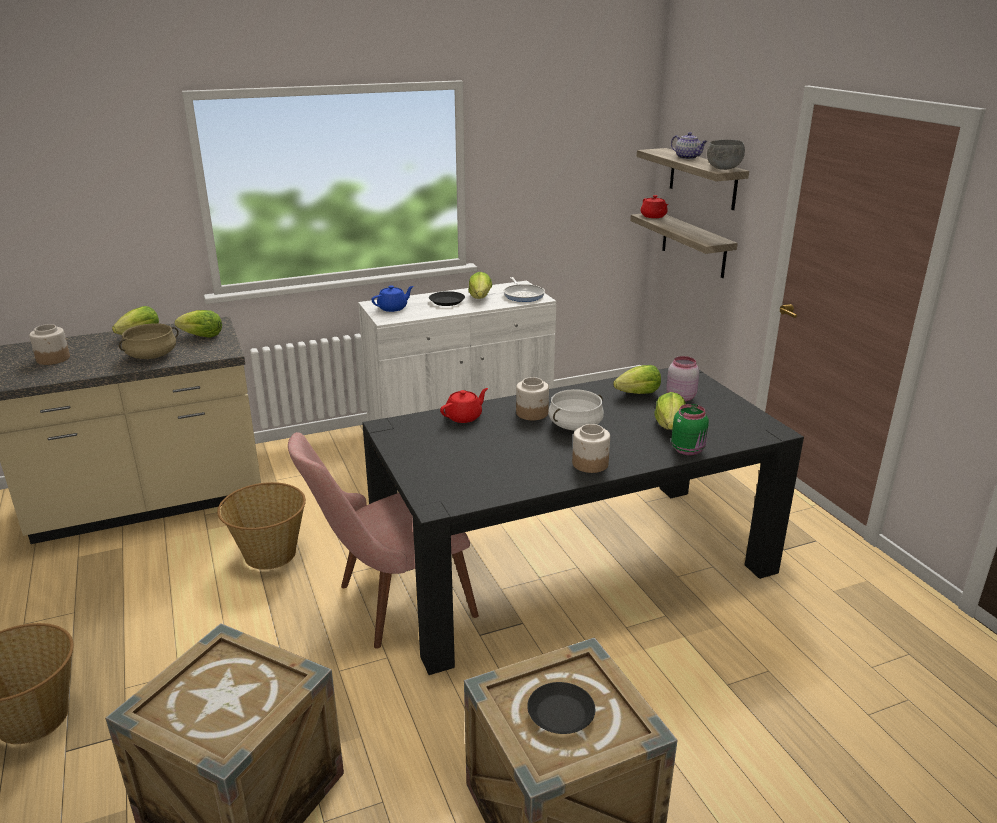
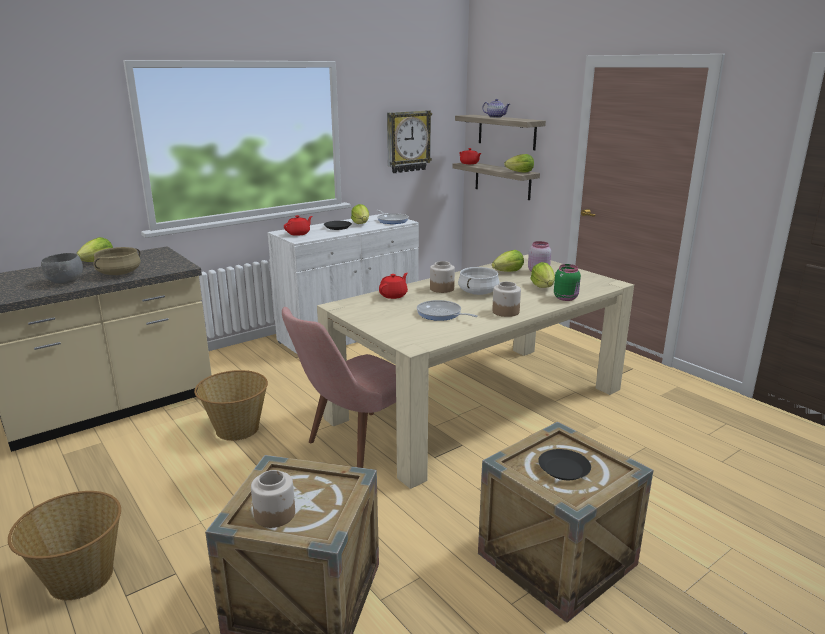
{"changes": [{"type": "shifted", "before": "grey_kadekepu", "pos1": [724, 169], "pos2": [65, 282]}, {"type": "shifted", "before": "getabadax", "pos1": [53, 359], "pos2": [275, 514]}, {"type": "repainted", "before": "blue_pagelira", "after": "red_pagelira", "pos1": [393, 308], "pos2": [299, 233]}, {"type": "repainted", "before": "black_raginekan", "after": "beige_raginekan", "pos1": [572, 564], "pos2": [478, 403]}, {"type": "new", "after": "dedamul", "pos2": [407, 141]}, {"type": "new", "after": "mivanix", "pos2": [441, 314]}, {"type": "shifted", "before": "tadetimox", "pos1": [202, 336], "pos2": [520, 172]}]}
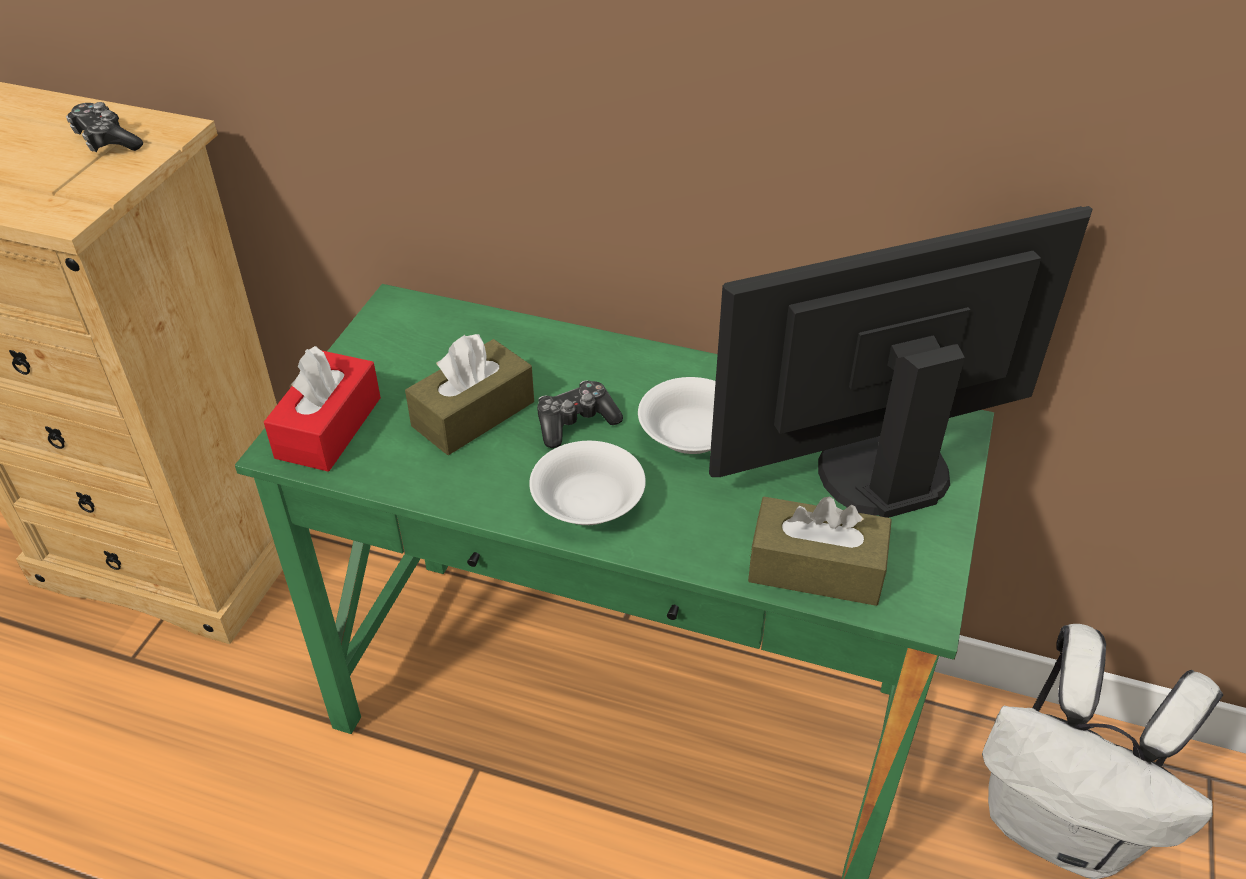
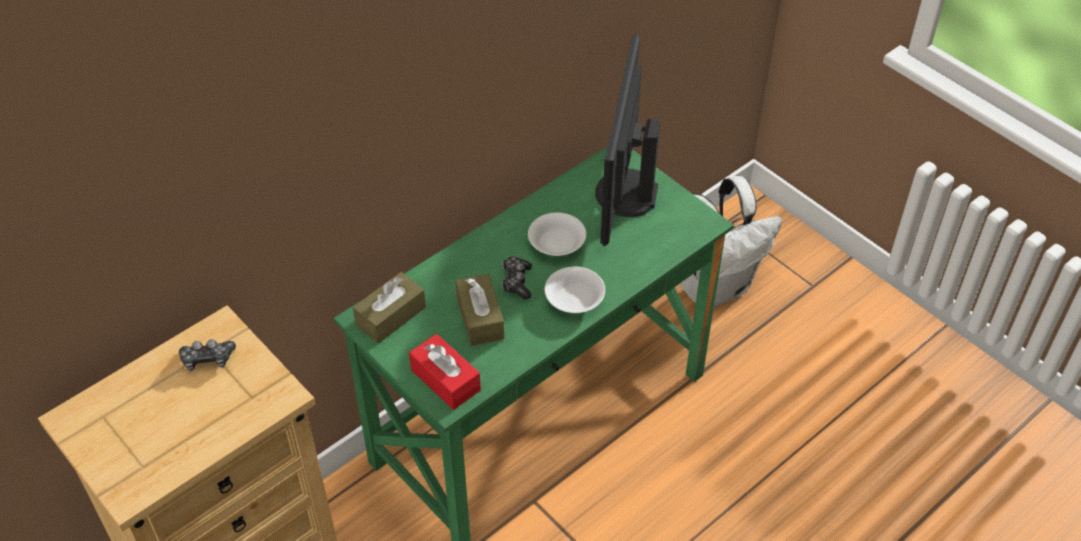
{"changes": [{"type": "shifted", "before": "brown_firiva", "pos1": [816, 568], "pos2": [391, 316]}]}
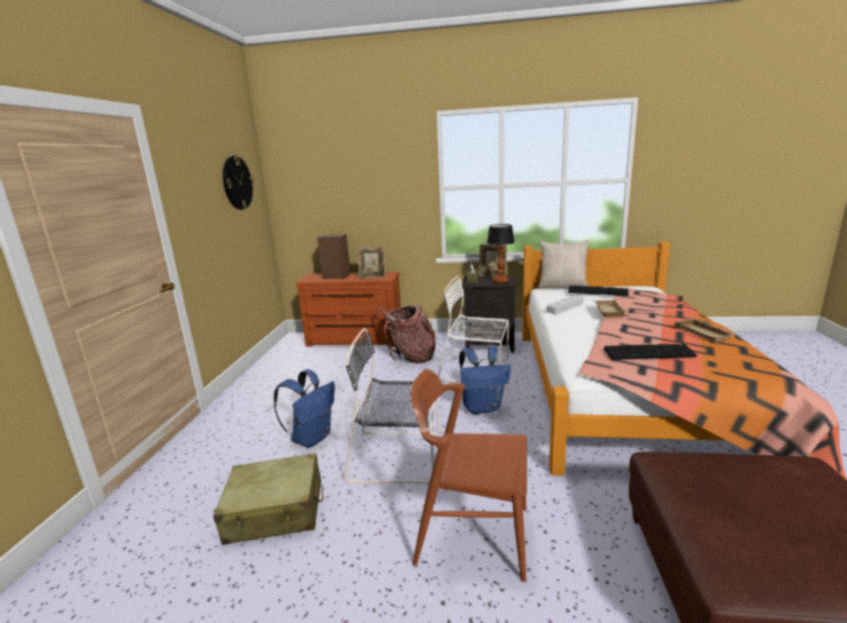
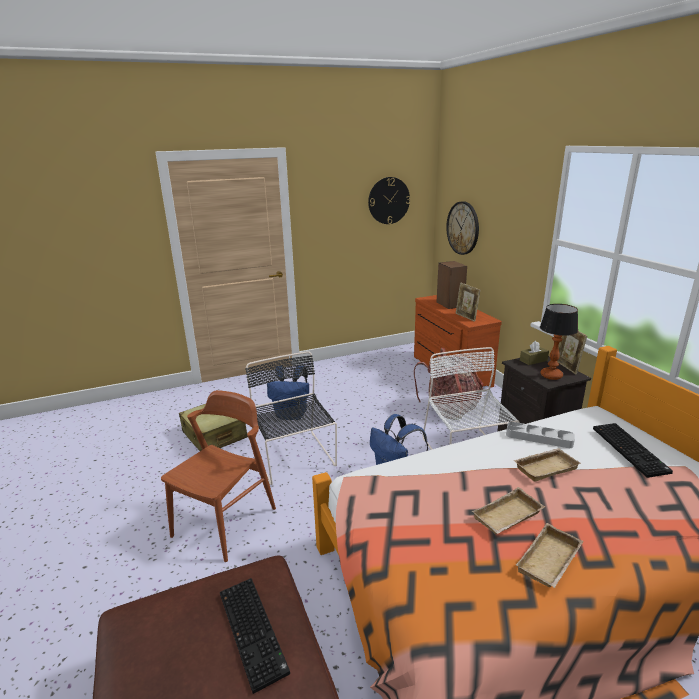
{"changes": [{"type": "rotated", "before": "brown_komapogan", "pos1": [472, 534], "pos2": [225, 522], "turn": 45}, {"type": "shifted", "before": "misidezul", "pos1": [648, 352], "pos2": [254, 631]}, {"type": "new", "after": "dedamul", "pos2": [463, 228]}, {"type": "new", "after": "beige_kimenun", "pos2": [508, 517]}, {"type": "gone", "before": "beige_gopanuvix", "pos1": [562, 286]}]}
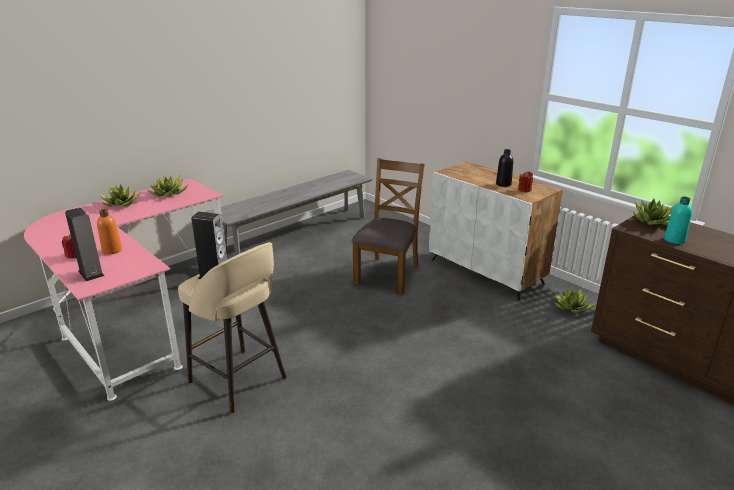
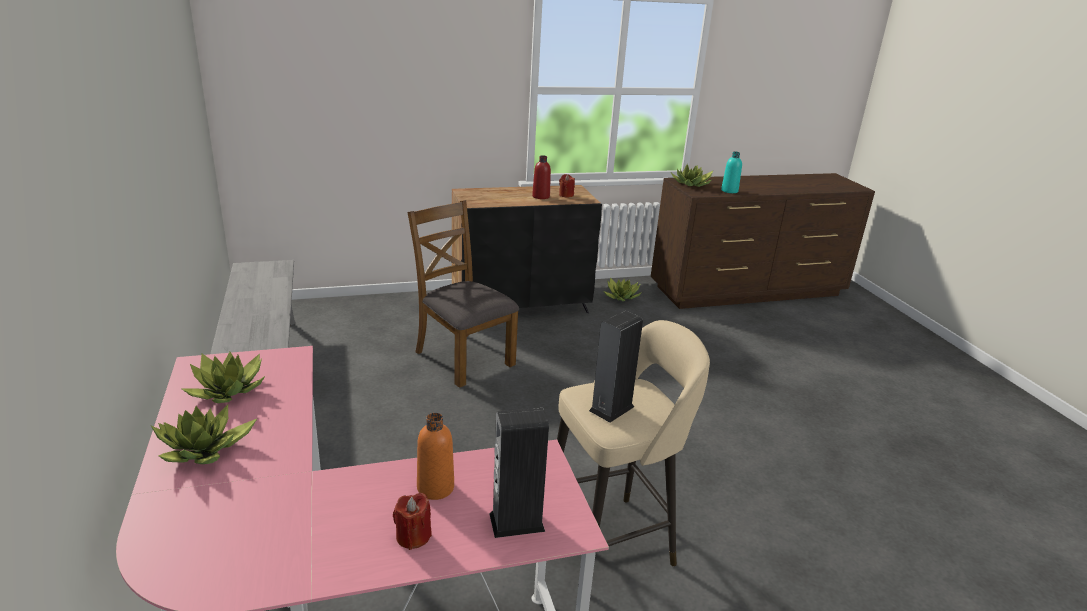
{"changes": [{"type": "repainted", "before": "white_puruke", "after": "black_puruke", "pos1": [486, 272], "pos2": [521, 306]}, {"type": "repainted", "before": "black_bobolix", "after": "red_bobolix", "pos1": [503, 184], "pos2": [541, 196]}]}
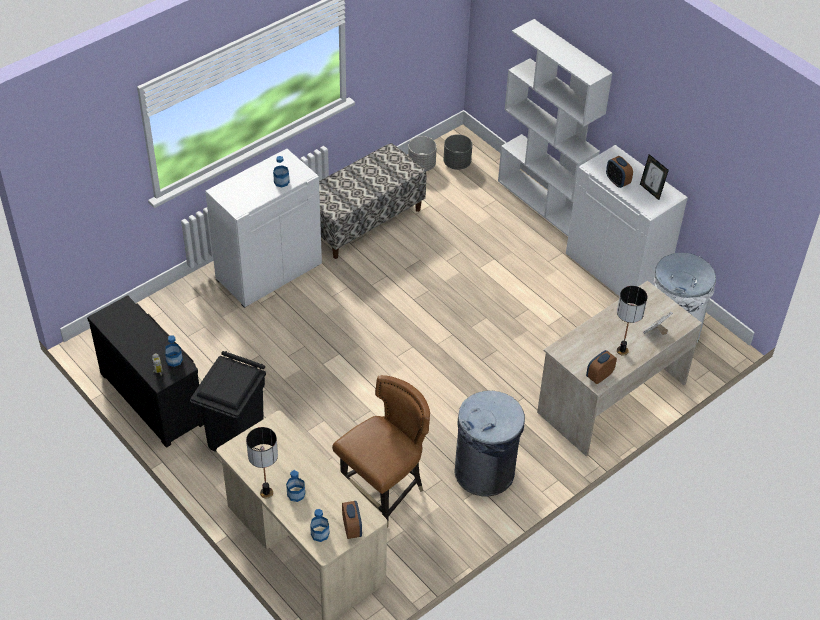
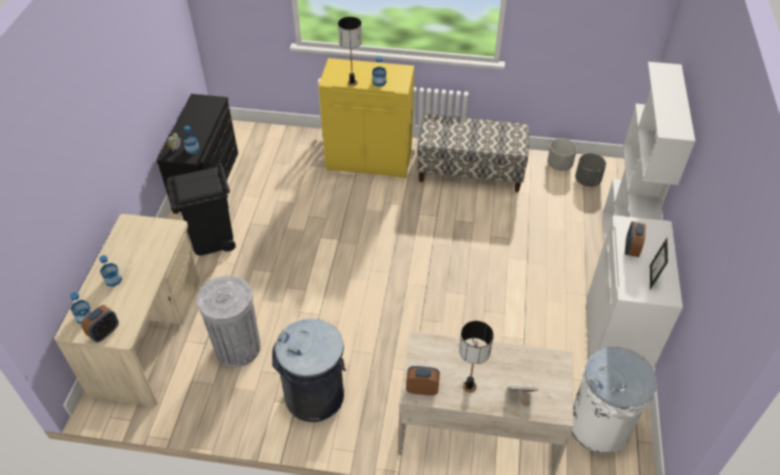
{"changes": [{"type": "swapped", "before": "brown_komapogan", "after": "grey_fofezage", "pos1": [384, 492], "pos2": [238, 348]}, {"type": "repainted", "before": "white_puruke", "after": "yellow_puruke", "pos1": [269, 271], "pos2": [370, 159]}, {"type": "shifted", "before": "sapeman", "pos1": [266, 492], "pos2": [352, 83]}]}
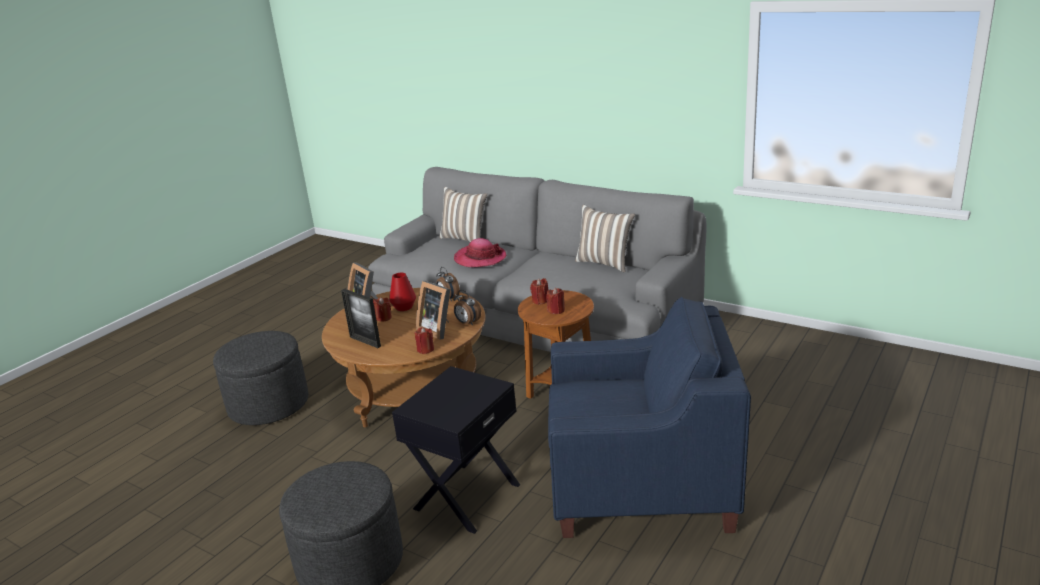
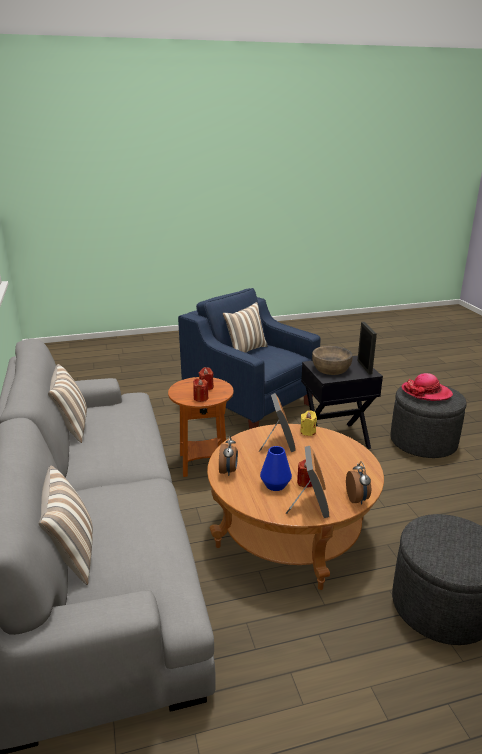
{"changes": [{"type": "new", "after": "gopanuvix", "pos2": [245, 350]}, {"type": "repainted", "before": "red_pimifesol", "after": "blue_pimifesol", "pos1": [403, 307], "pos2": [275, 485]}, {"type": "repainted", "before": "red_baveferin", "after": "yellow_baveferin", "pos1": [425, 349], "pos2": [308, 432]}, {"type": "new", "after": "brown_kadekepu", "pos2": [331, 368]}, {"type": "shifted", "before": "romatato", "pos1": [467, 323], "pos2": [357, 499]}, {"type": "shifted", "before": "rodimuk", "pos1": [365, 341], "pos2": [364, 367]}, {"type": "shifted", "before": "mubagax", "pos1": [480, 258], "pos2": [426, 392]}]}
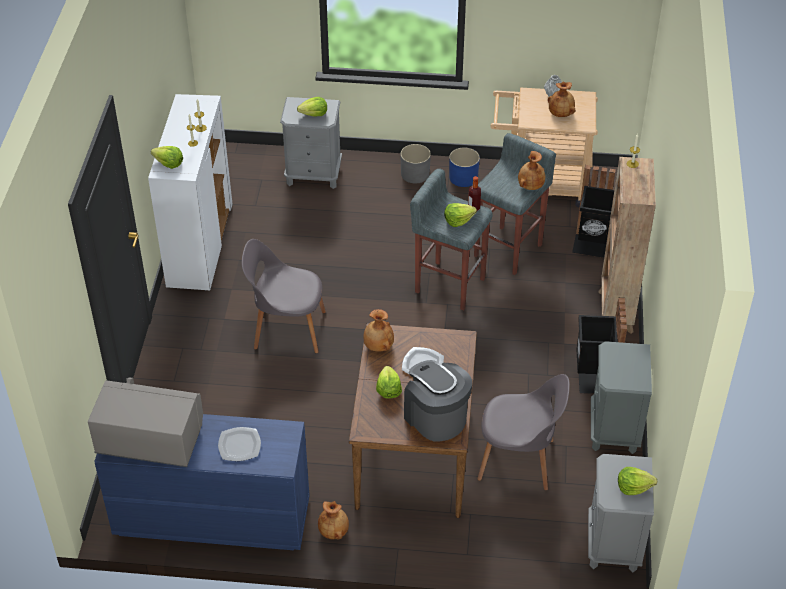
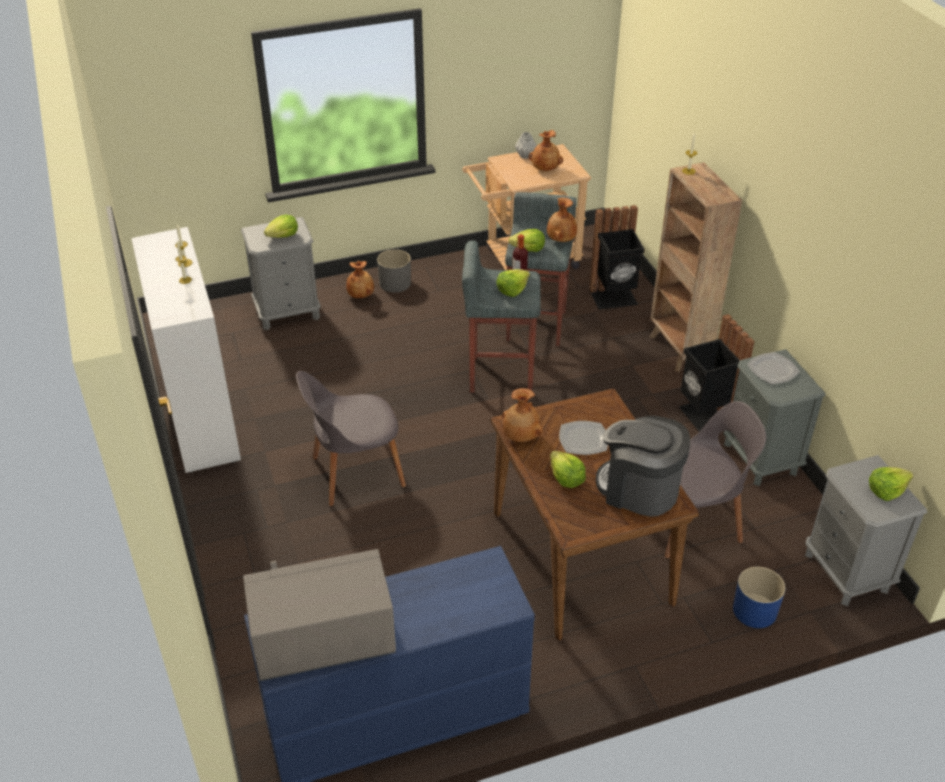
{"changes": [{"type": "shifted", "before": "brown_pimifesol", "pos1": [334, 531], "pos2": [361, 295]}, {"type": "shifted", "before": "tadetimox", "pos1": [169, 164], "pos2": [528, 249]}, {"type": "shifted", "before": "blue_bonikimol", "pos1": [463, 177], "pos2": [754, 610]}, {"type": "shifted", "before": "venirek", "pos1": [239, 446], "pos2": [772, 370]}]}
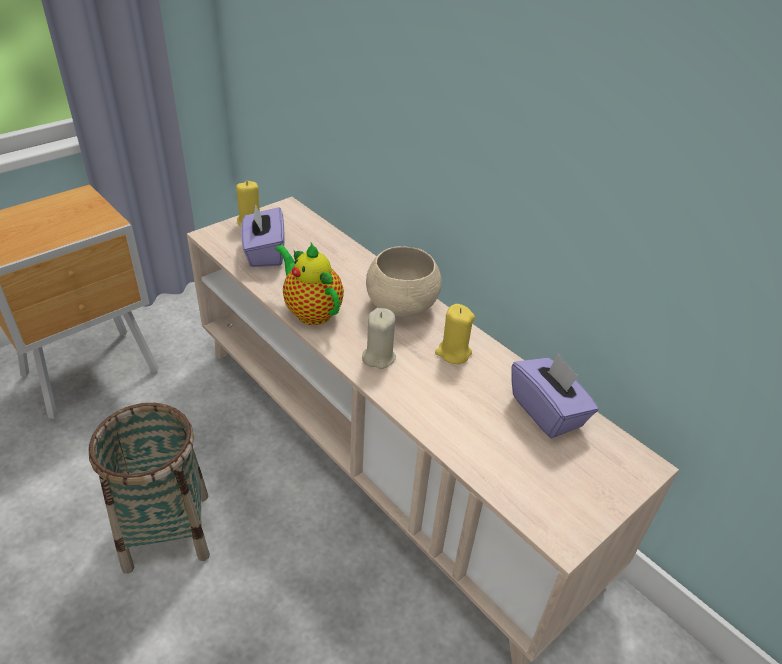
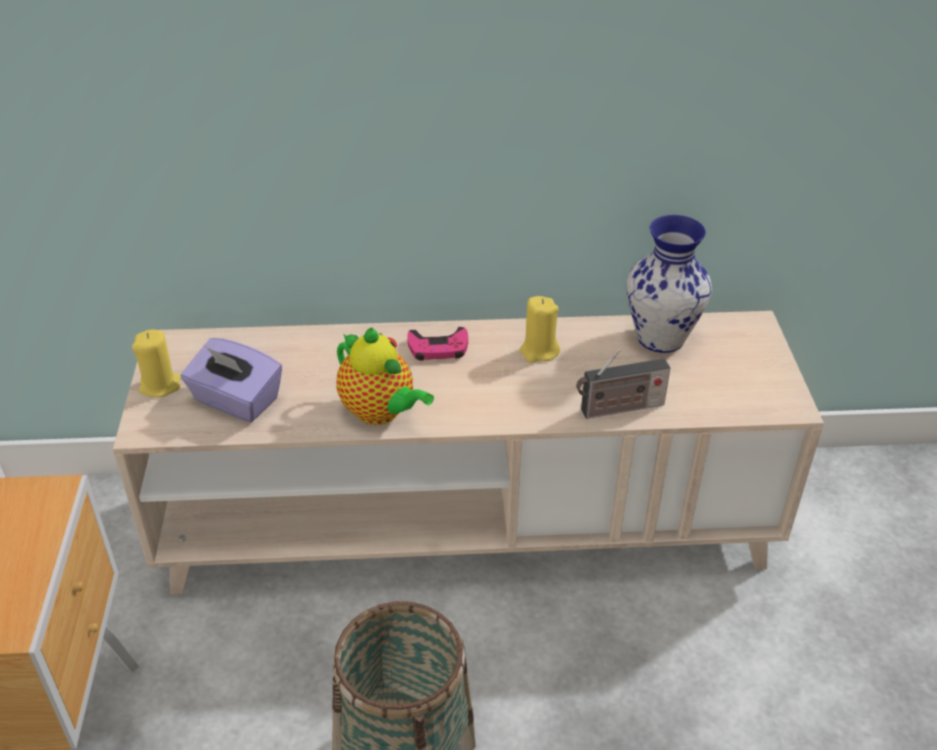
{"changes": [{"type": "rotated", "before": "pagelira", "pos1": [311, 311], "pos2": [380, 412], "turn": -135}, {"type": "swapped", "before": "beige_kadekepu", "after": "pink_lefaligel", "pos1": [400, 306], "pos2": [438, 348]}, {"type": "new", "after": "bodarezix", "pos2": [618, 409]}, {"type": "swapped", "before": "purple_firiva", "after": "pimifesol", "pos1": [547, 411], "pos2": [659, 339]}, {"type": "gone", "before": "beige_baveferin", "pos1": [378, 357]}]}
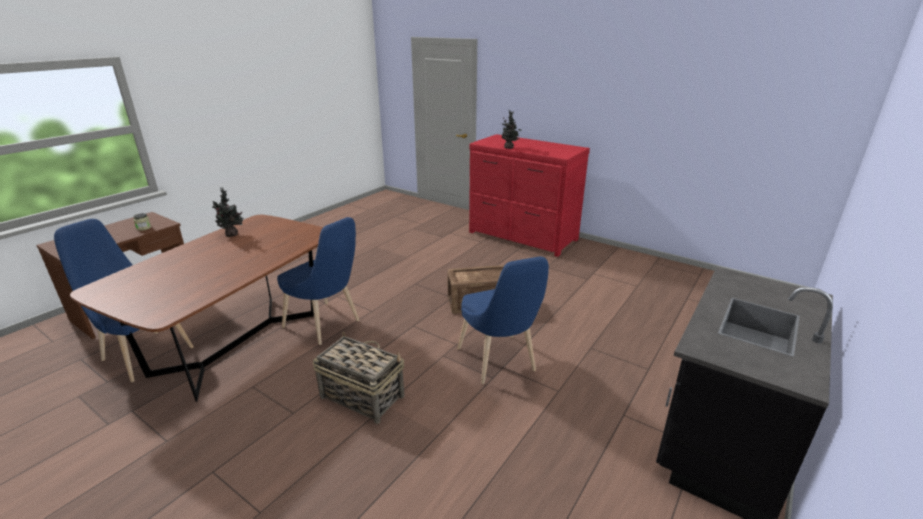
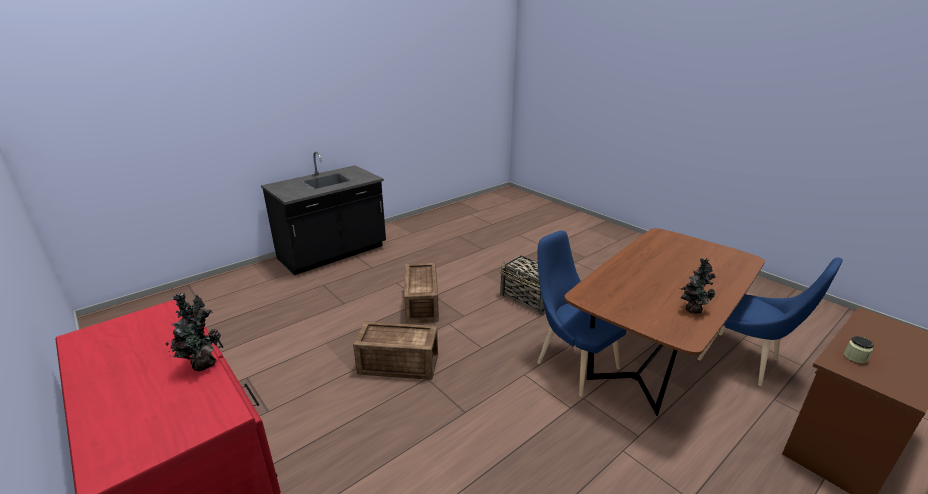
{"changes": [{"type": "swapped", "before": "blue_komapogan", "after": "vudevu", "pos1": [499, 362], "pos2": [423, 304]}]}
